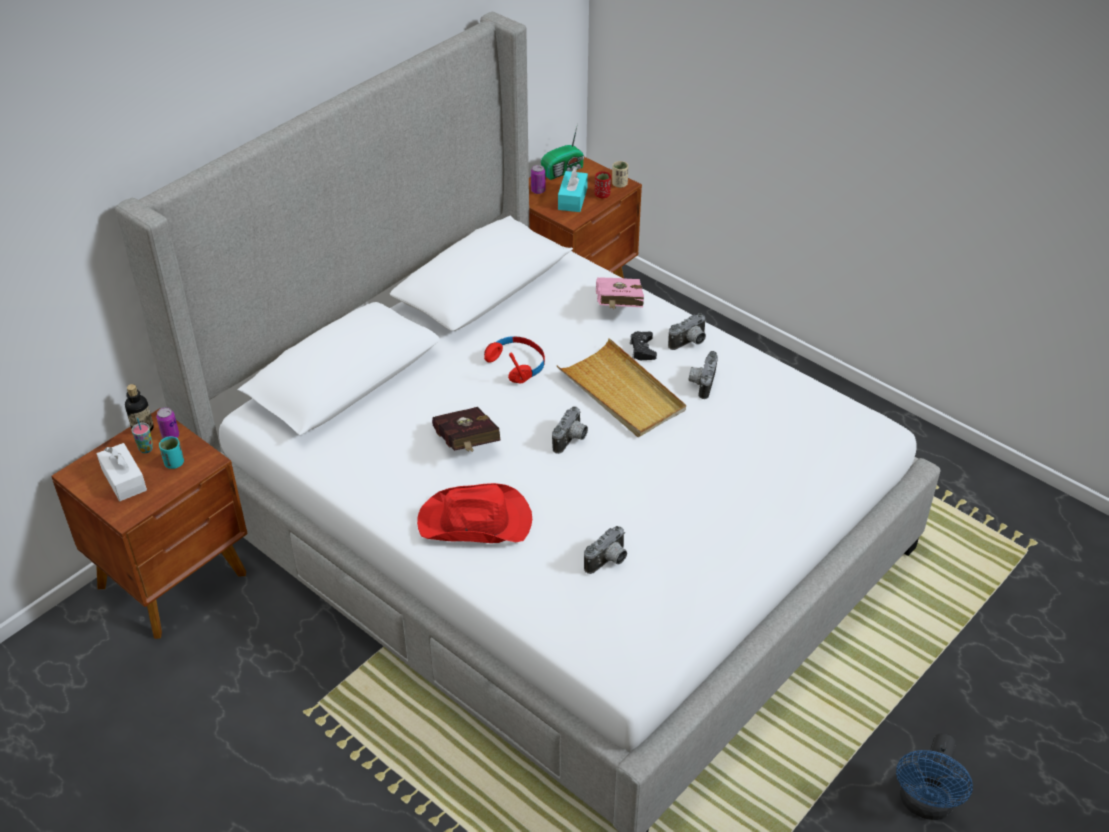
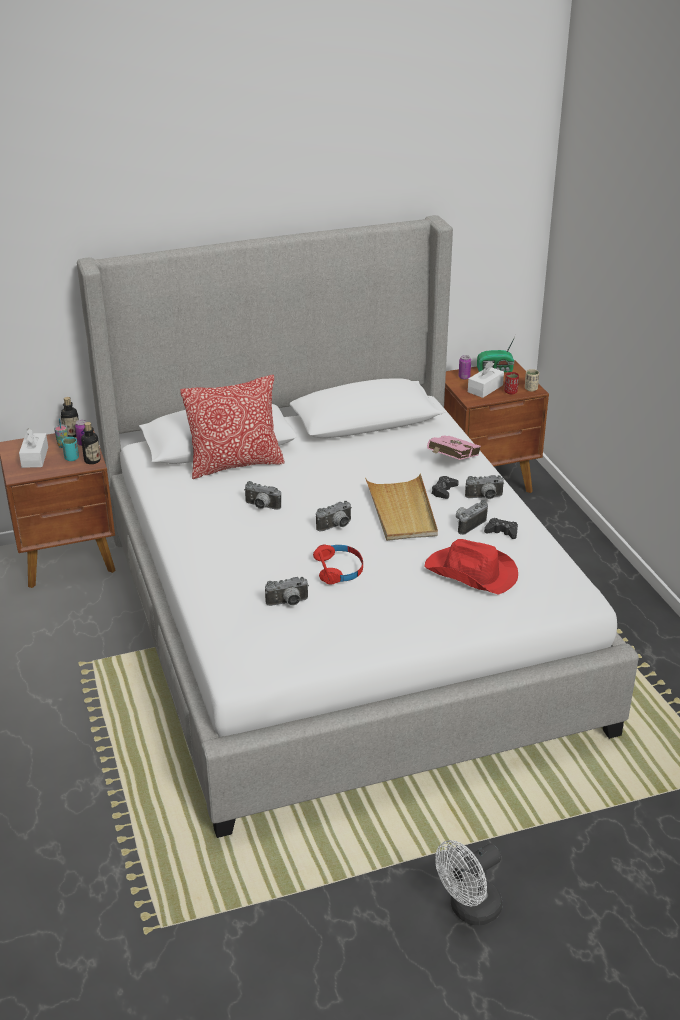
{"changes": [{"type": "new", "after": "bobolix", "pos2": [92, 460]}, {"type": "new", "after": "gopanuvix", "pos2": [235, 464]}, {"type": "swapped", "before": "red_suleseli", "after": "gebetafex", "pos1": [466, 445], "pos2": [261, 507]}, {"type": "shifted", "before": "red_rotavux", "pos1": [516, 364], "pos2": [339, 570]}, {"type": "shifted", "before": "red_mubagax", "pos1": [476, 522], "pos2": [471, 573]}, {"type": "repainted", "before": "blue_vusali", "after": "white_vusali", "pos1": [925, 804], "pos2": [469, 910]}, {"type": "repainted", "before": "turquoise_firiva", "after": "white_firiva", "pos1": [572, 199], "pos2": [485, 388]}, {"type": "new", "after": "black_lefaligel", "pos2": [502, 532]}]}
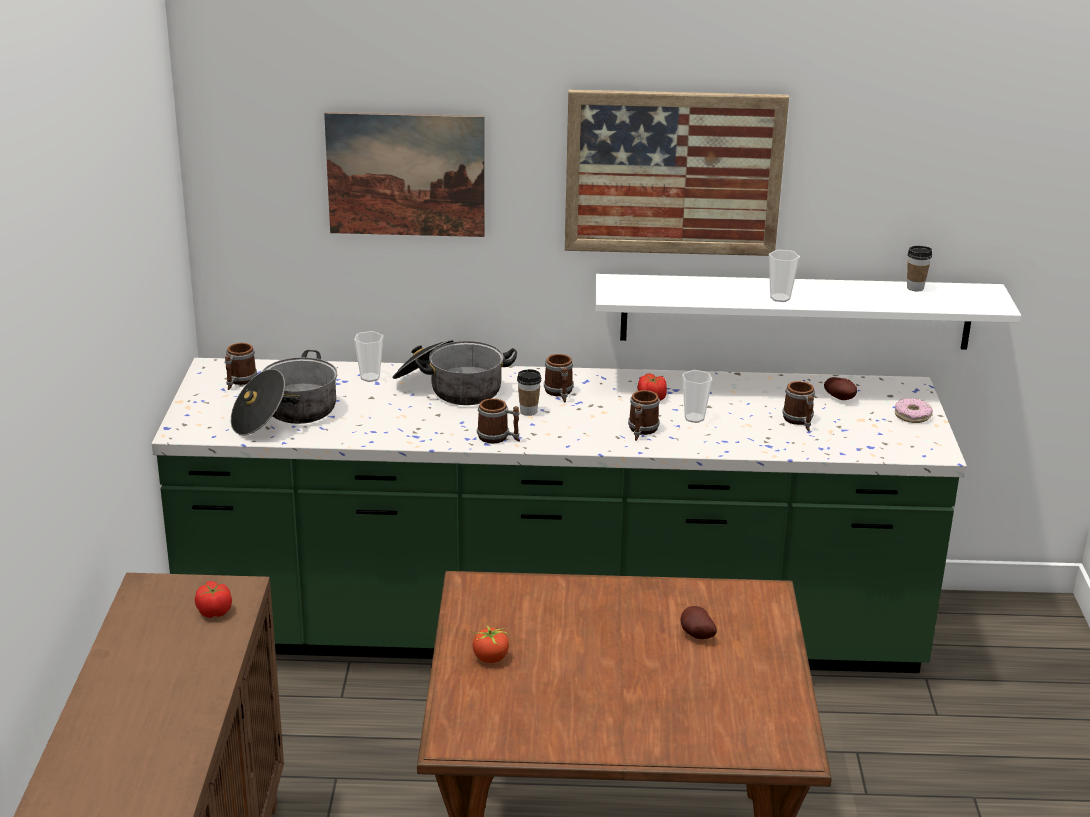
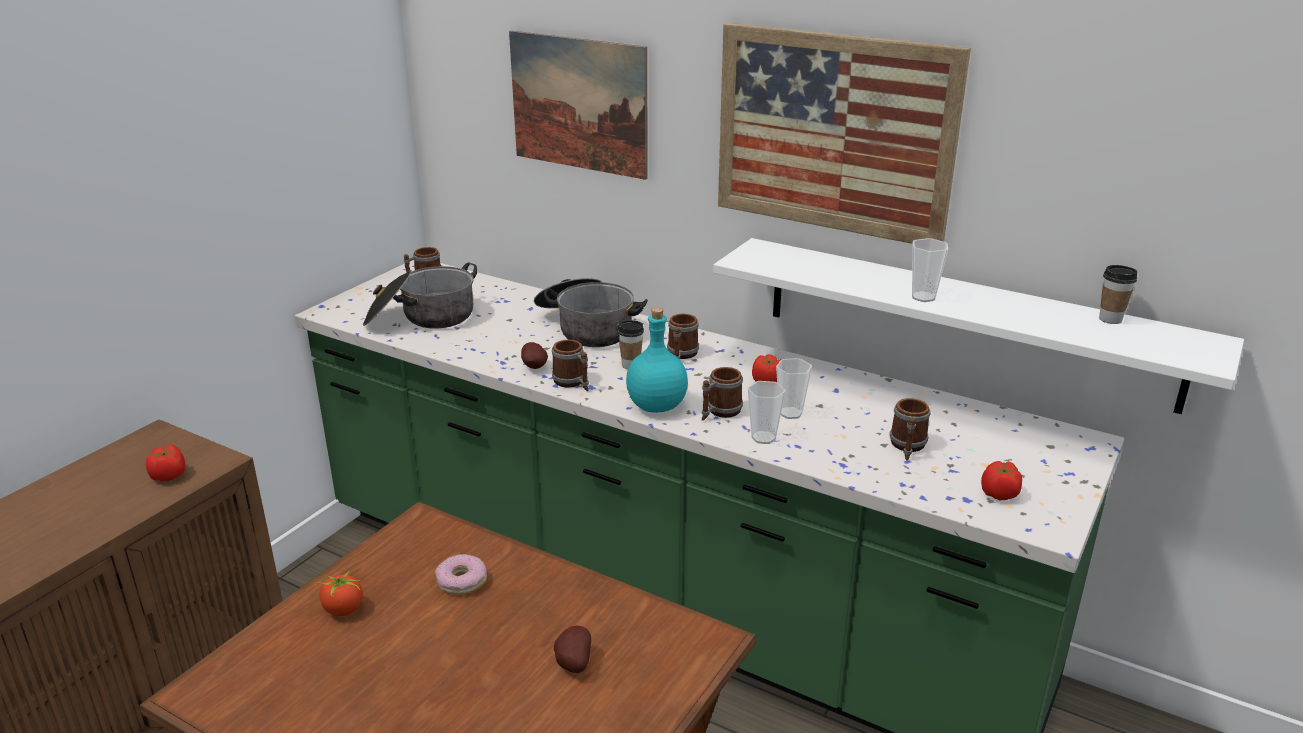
{"changes": [{"type": "shifted", "before": "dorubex", "pos1": [912, 416], "pos2": [462, 581]}, {"type": "shifted", "before": "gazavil", "pos1": [841, 399], "pos2": [535, 367]}, {"type": "new", "after": "turquoise_bobolix", "pos2": [656, 406]}, {"type": "shifted", "before": "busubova", "pos1": [370, 377], "pos2": [763, 438]}, {"type": "new", "after": "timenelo", "pos2": [999, 494]}]}
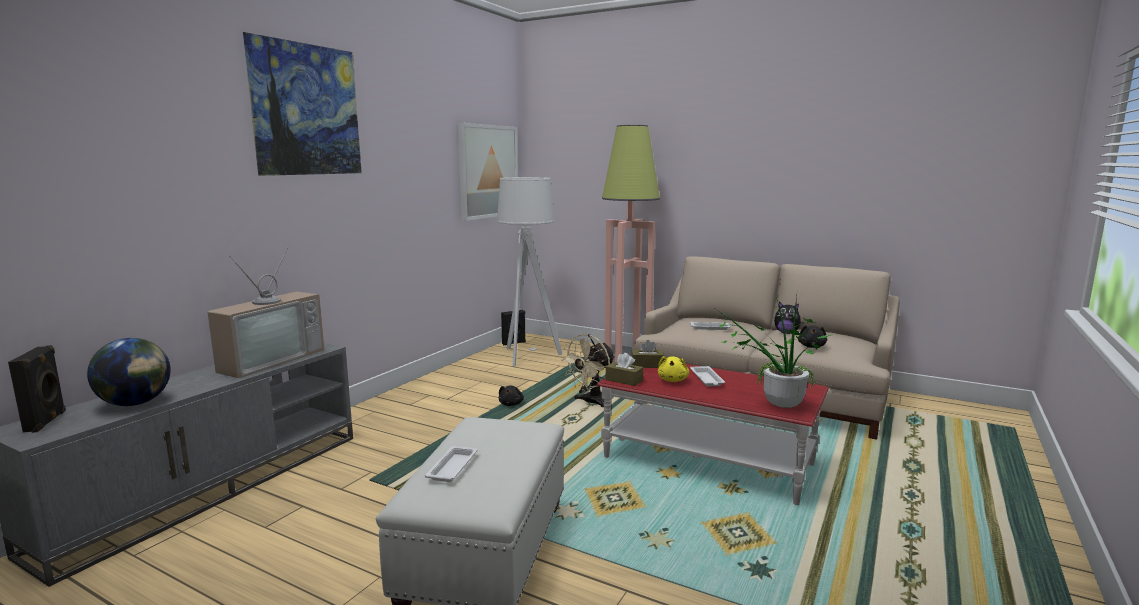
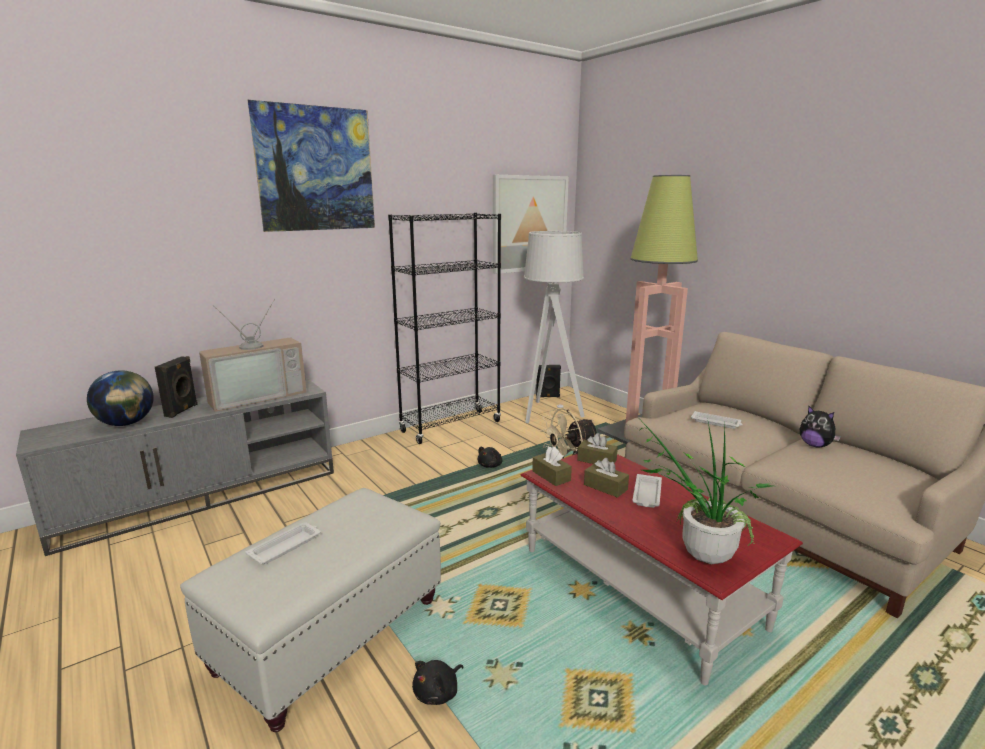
{"changes": [{"type": "shifted", "before": "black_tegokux", "pos1": [47, 421], "pos2": [182, 410]}, {"type": "new", "after": "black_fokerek", "pos2": [451, 426]}, {"type": "shifted", "before": "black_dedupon", "pos1": [812, 346], "pos2": [438, 693]}, {"type": "swapped", "before": "yellow_dedupon", "after": "brown_firiva", "pos1": [673, 380], "pos2": [605, 487]}]}
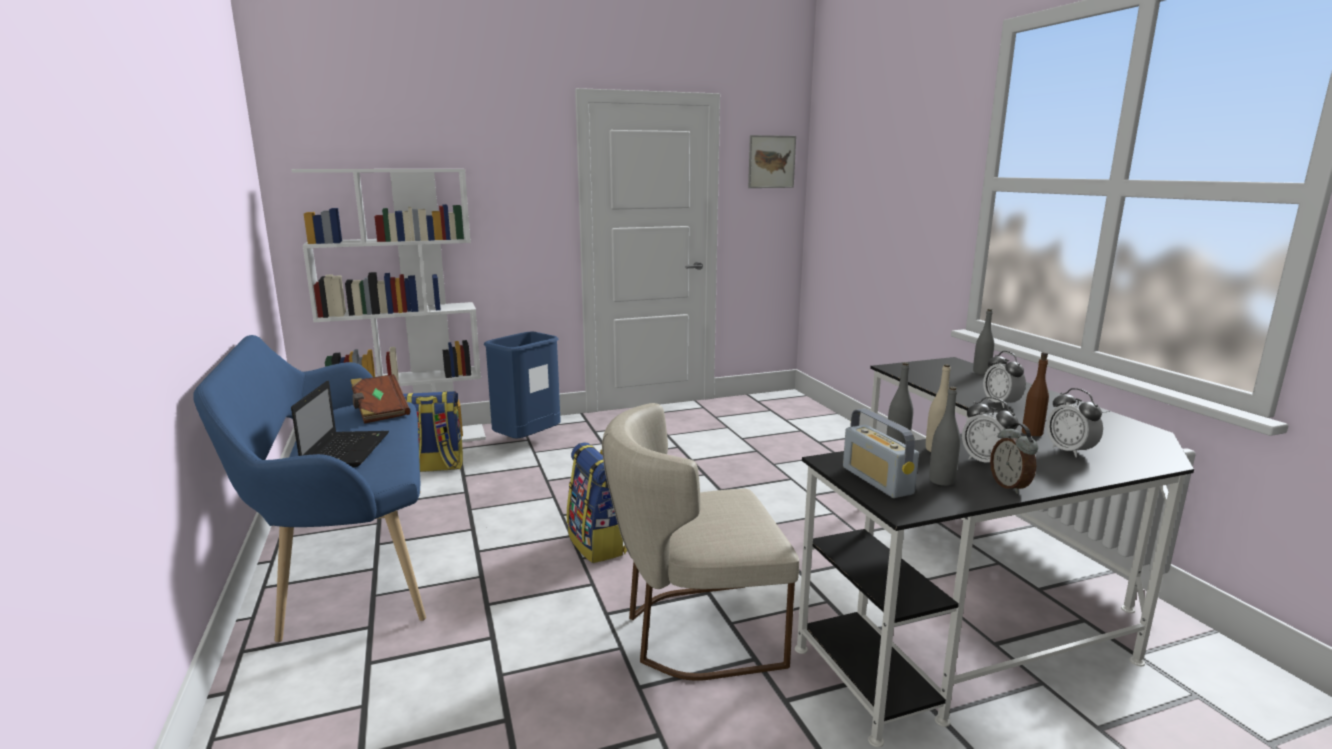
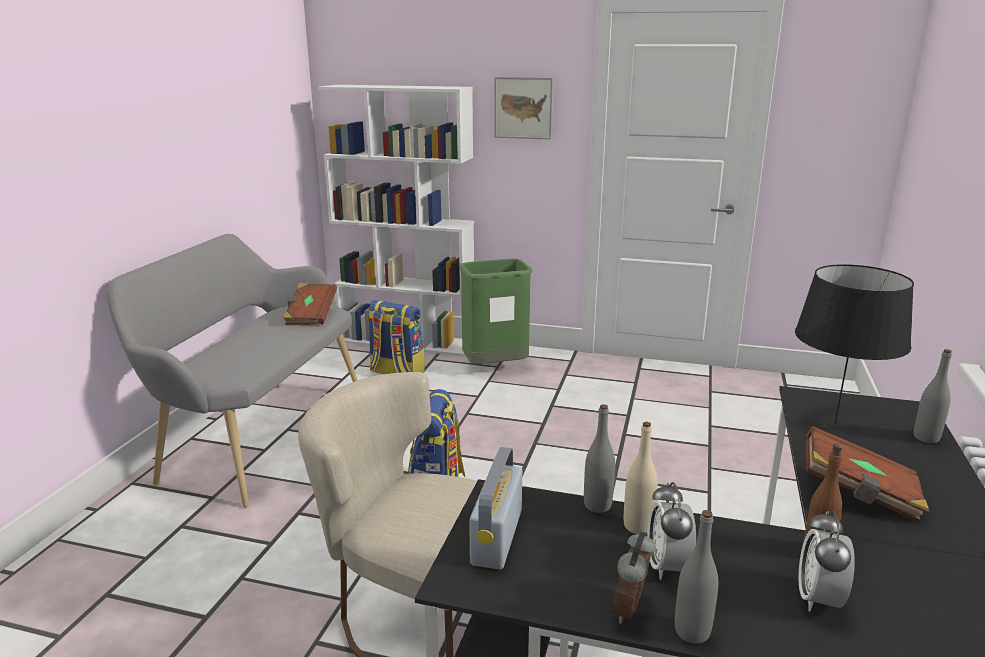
{"changes": [{"type": "repainted", "before": "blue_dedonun", "after": "grey_dedonun", "pos1": [347, 558], "pos2": [257, 434]}, {"type": "repainted", "before": "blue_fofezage", "after": "green_fofezage", "pos1": [527, 441], "pos2": [495, 368]}, {"type": "shifted", "before": "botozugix", "pos1": [771, 162], "pos2": [523, 108]}, {"type": "shifted", "before": "grey_bobolix", "pos1": [941, 481], "pos2": [692, 632]}, {"type": "new", "after": "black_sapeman", "pos2": [834, 423]}, {"type": "swapped", "before": "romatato", "after": "brown_suleseli", "pos1": [1001, 404], "pos2": [858, 494]}, {"type": "gone", "before": "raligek", "pos1": [346, 450]}]}
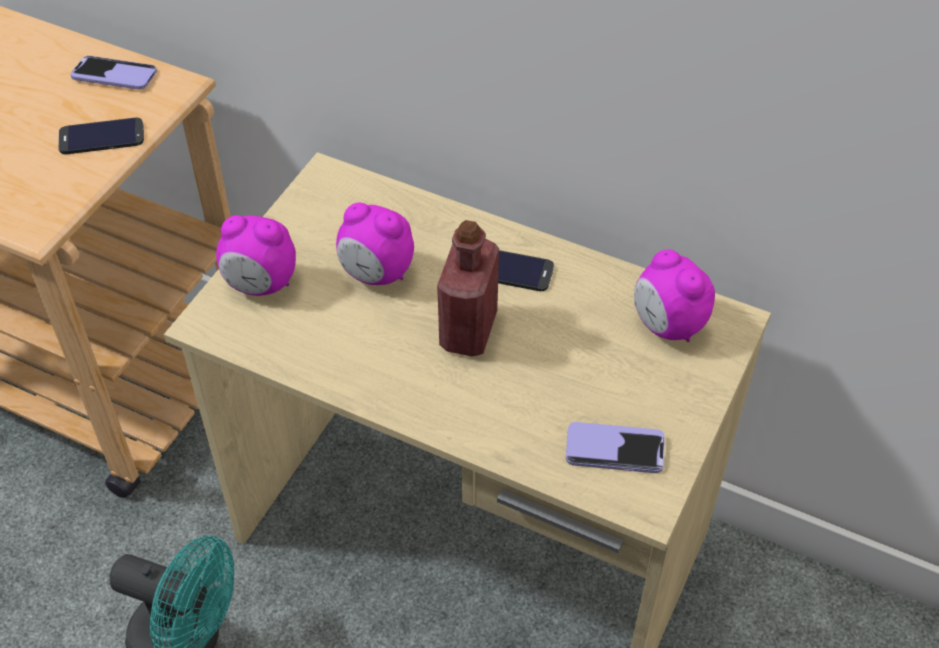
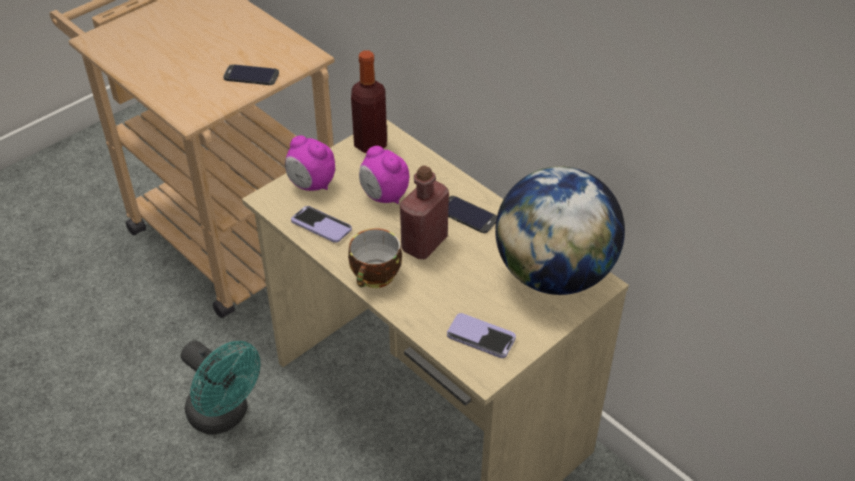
{"changes": [{"type": "shifted", "before": "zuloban", "pos1": [114, 75], "pos2": [321, 225]}, {"type": "new", "after": "busubova", "pos2": [376, 277]}, {"type": "new", "after": "bobolix", "pos2": [370, 144]}, {"type": "swapped", "before": "romatato", "after": "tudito", "pos1": [667, 325], "pos2": [554, 274]}]}
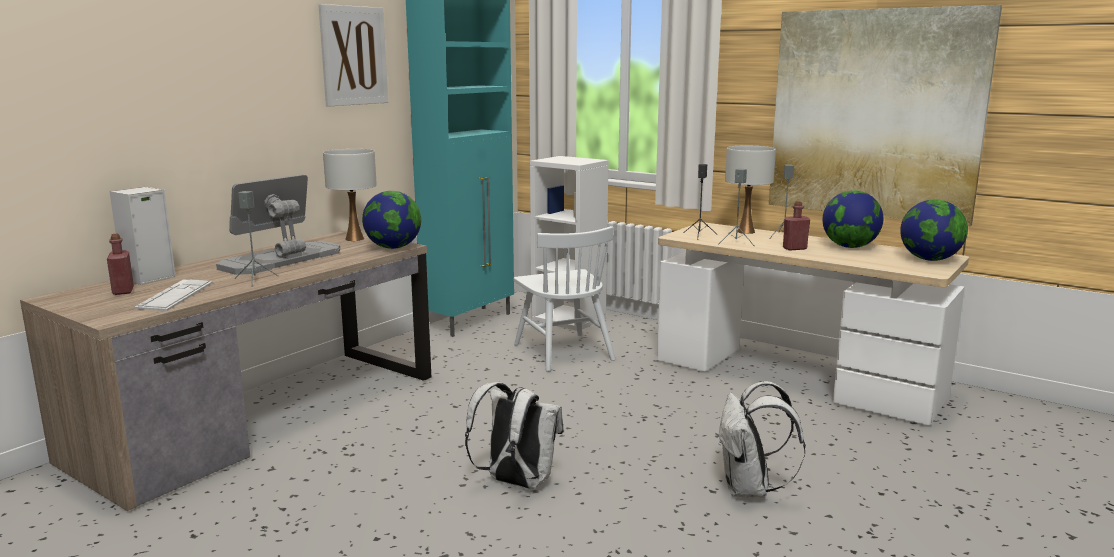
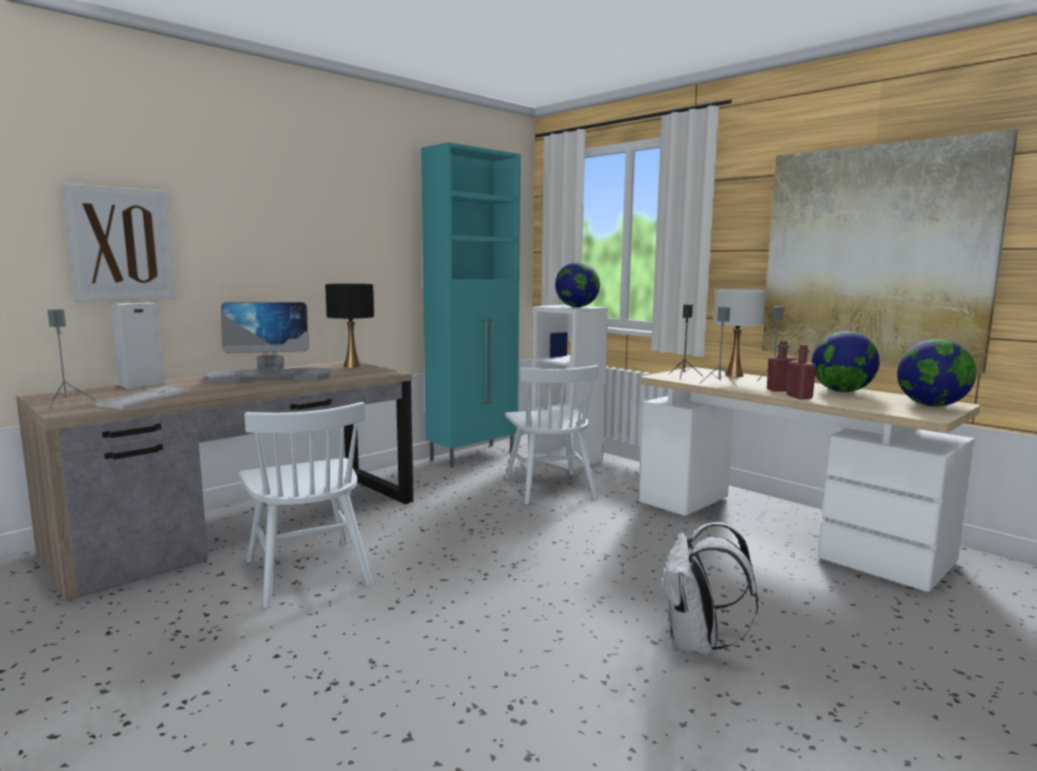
{"changes": [{"type": "shifted", "before": "grey_tegokux", "pos1": [255, 280], "pos2": [67, 403]}, {"type": "shifted", "before": "botozugix", "pos1": [353, 56], "pos2": [121, 244]}, {"type": "rotated", "before": "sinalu", "pos1": [280, 259], "pos2": [270, 377], "turn": -150}, {"type": "new", "after": "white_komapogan", "pos2": [307, 572]}, {"type": "repainted", "before": "white_sapeman", "after": "black_sapeman", "pos1": [354, 239], "pos2": [352, 366]}, {"type": "shifted", "before": "tudito", "pos1": [393, 247], "pos2": [577, 307]}, {"type": "shifted", "before": "red_bobolix", "pos1": [123, 291], "pos2": [799, 397]}, {"type": "gone", "before": "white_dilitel", "pos1": [516, 482]}]}
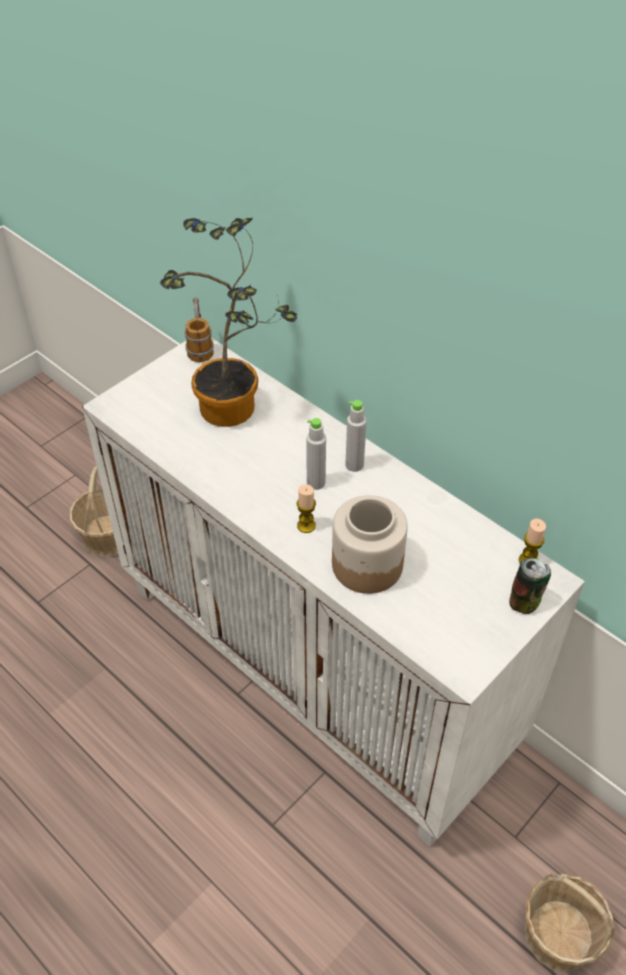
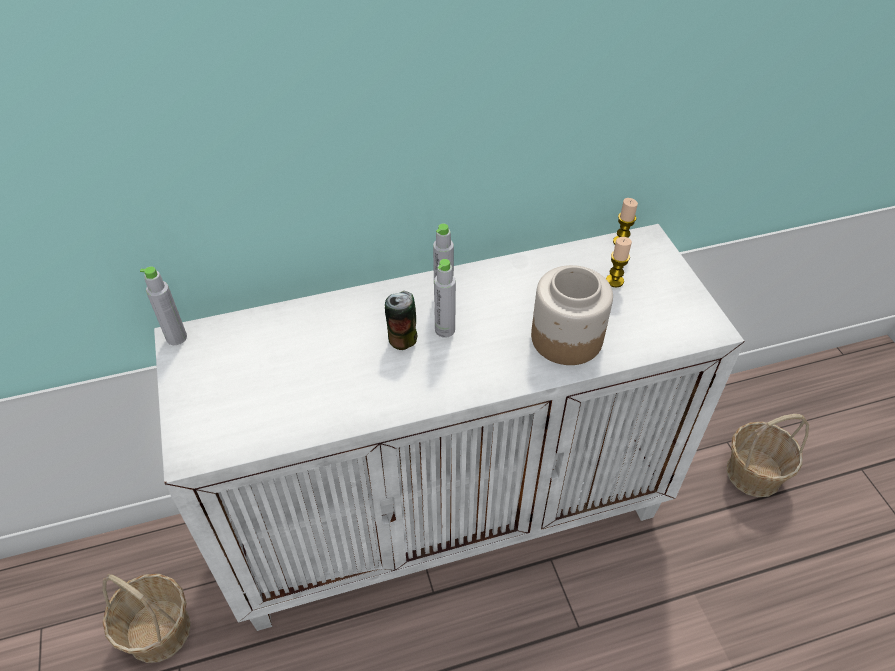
{"changes": [{"type": "swapped", "before": "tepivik", "after": "grey_bobolix", "pos1": [200, 345], "pos2": [176, 337]}, {"type": "shifted", "before": "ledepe", "pos1": [525, 602], "pos2": [402, 339]}, {"type": "shifted", "before": "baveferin", "pos1": [306, 525], "pos2": [614, 281]}, {"type": "gone", "before": "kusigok", "pos1": [235, 411]}]}
